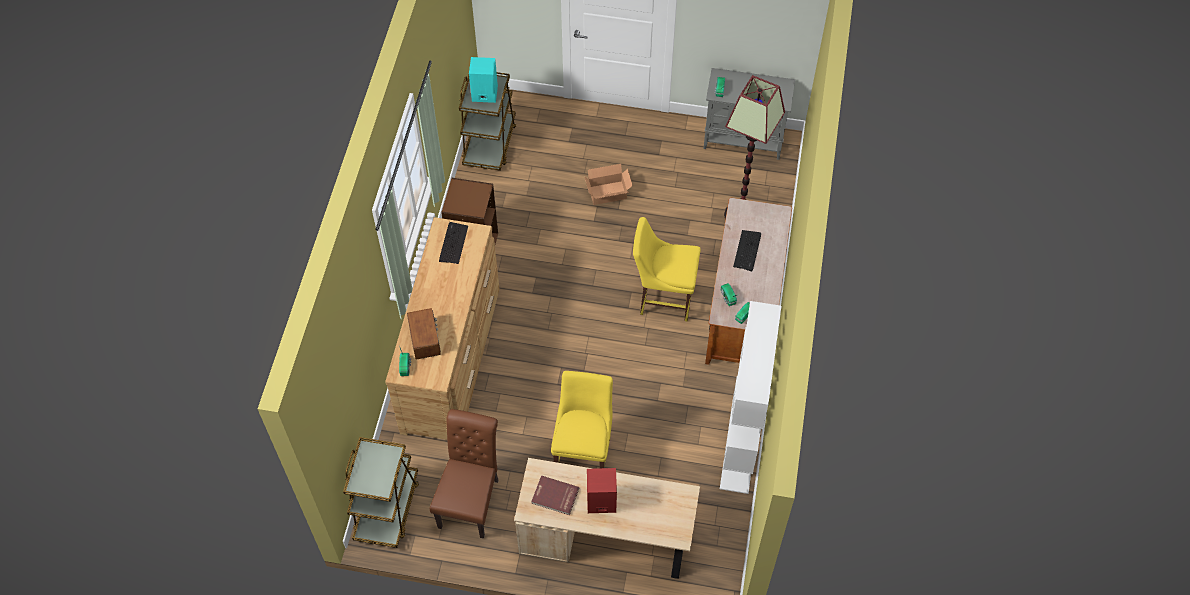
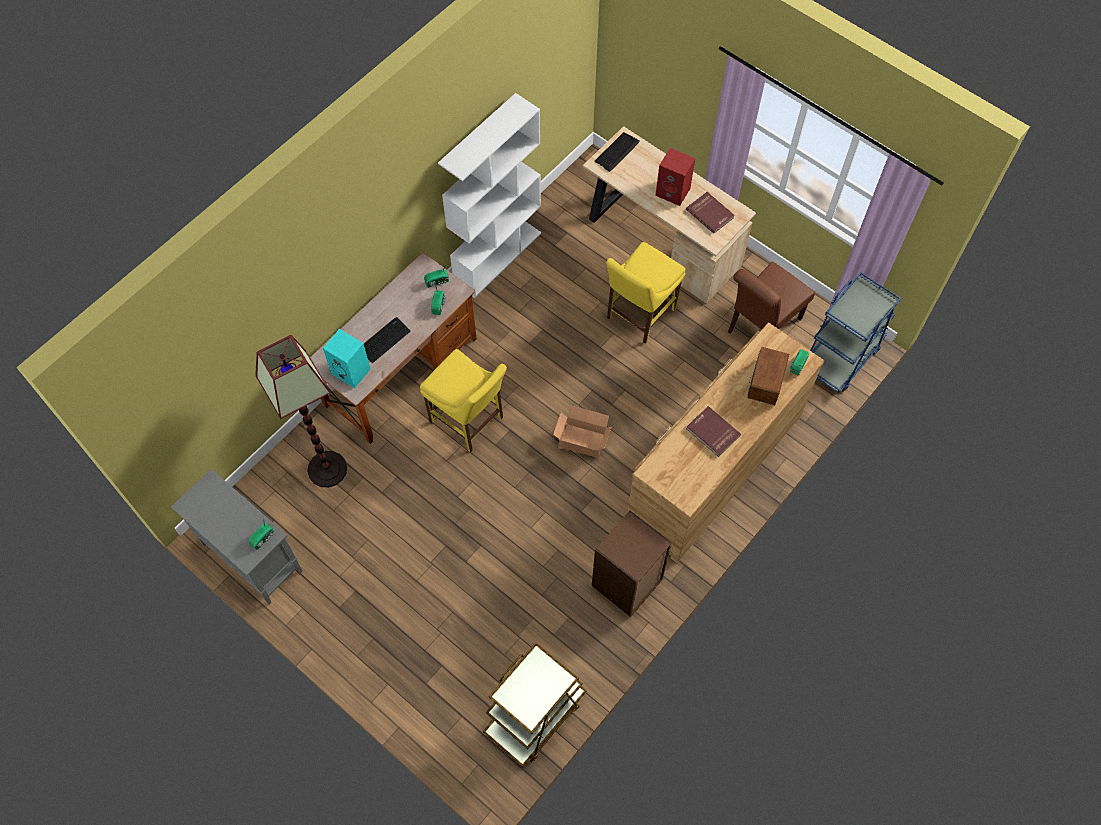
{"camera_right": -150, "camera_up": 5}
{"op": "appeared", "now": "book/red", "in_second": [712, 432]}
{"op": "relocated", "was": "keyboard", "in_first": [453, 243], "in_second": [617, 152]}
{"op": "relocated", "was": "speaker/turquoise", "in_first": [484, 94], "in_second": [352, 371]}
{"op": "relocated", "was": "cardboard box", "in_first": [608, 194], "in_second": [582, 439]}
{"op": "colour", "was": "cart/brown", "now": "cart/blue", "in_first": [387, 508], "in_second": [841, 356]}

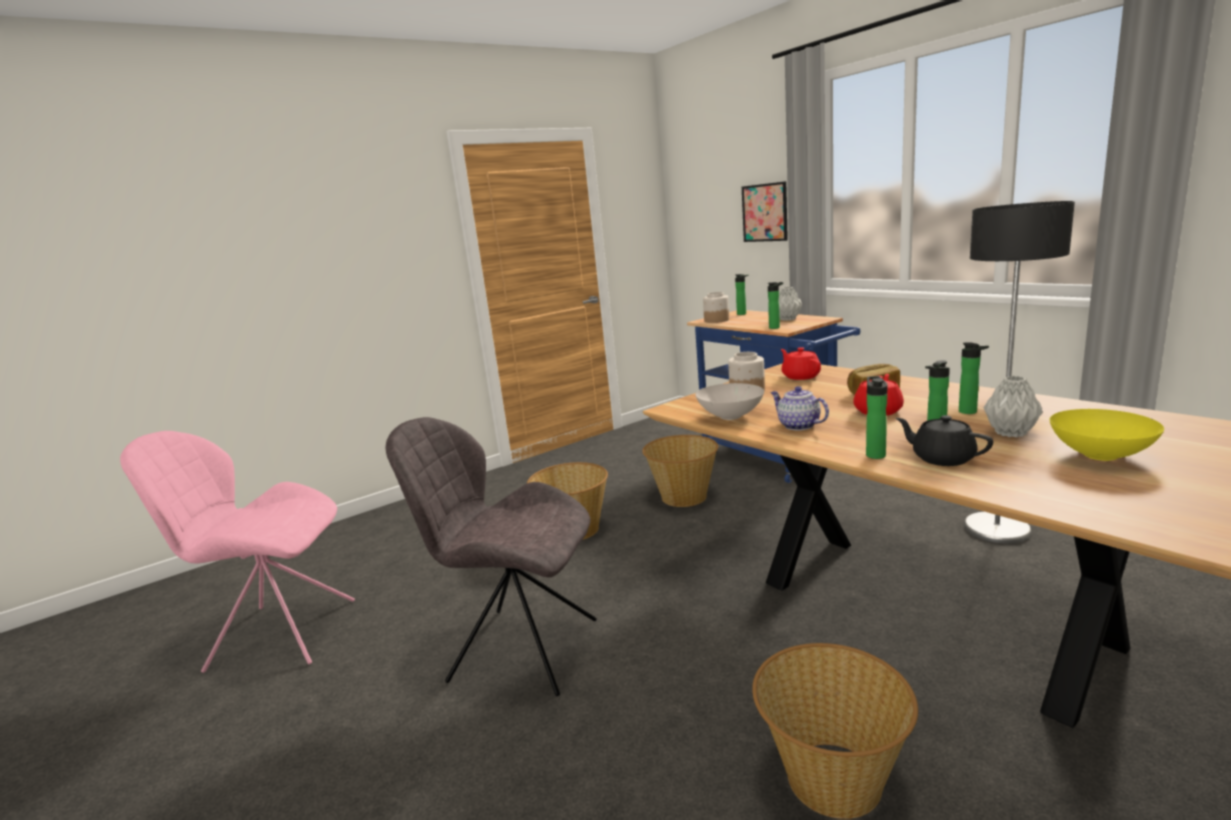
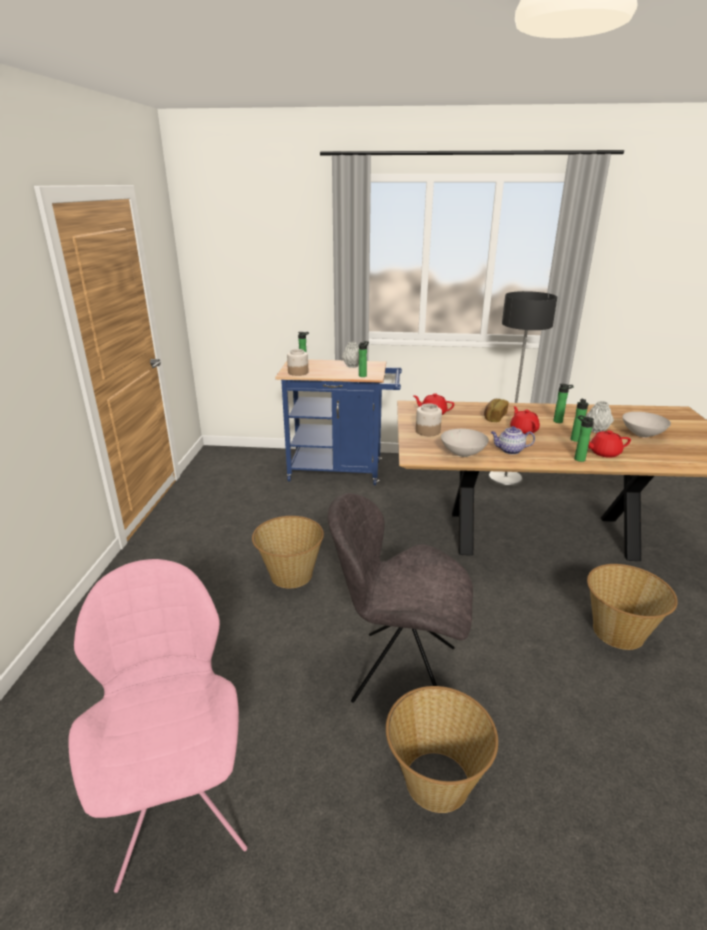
{"camera_right": -50, "camera_up": 10}
{"op": "missing", "was": "picture", "in_first": [765, 212]}
{"op": "relocated", "was": "basket", "in_first": [683, 496], "in_second": [436, 780]}
{"op": "colour", "was": "teapot/black", "now": "teapot/red", "in_first": [942, 458], "in_second": [603, 453]}
{"op": "colour", "was": "bowl/yellow", "now": "bowl/white", "in_first": [1100, 456], "in_second": [642, 435]}
{"op": "spun", "was": "chair/pink", "in_first": [278, 634], "in_second": [180, 803], "clockwise": 120}
{"op": "spun", "was": "chair/grey", "in_first": [519, 649], "in_second": [400, 672], "clockwise": 45}

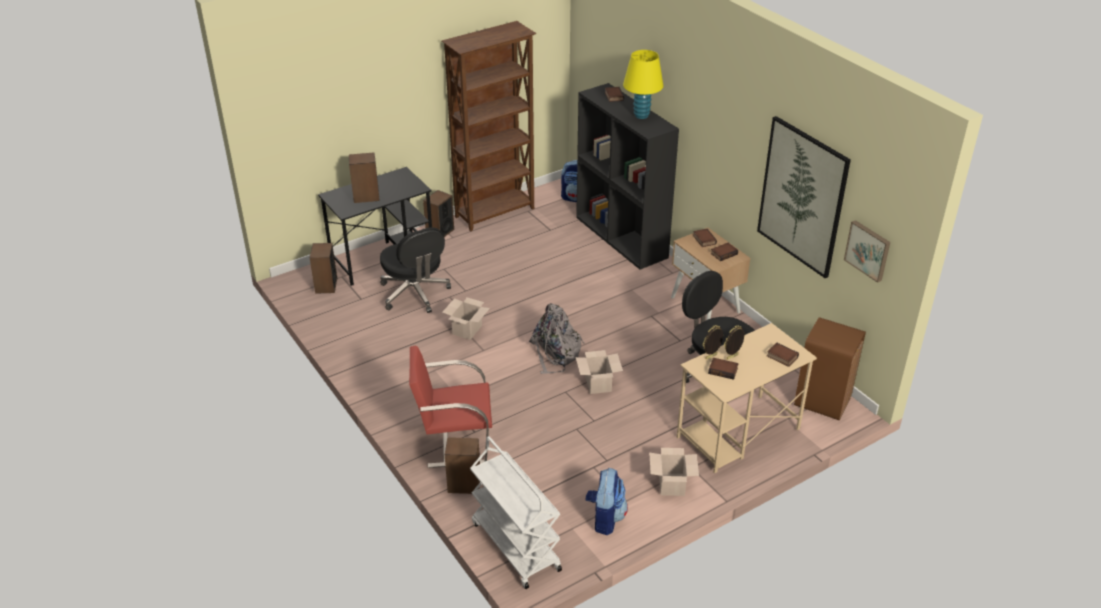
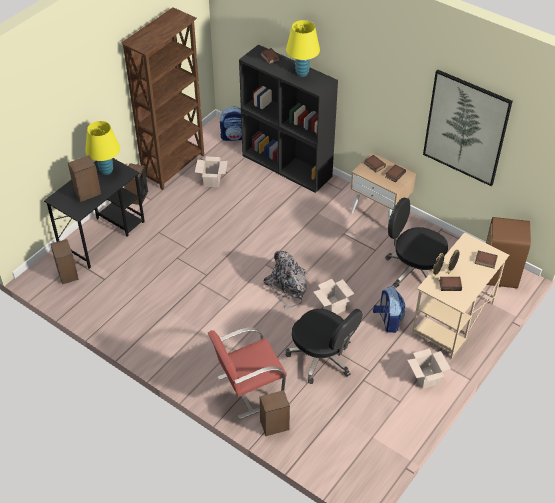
{"camera_right": -20, "camera_up": 10}
{"op": "missing", "was": "cart/white", "in_first": [515, 546]}
{"op": "missing", "was": "picture", "in_first": [868, 250]}
{"op": "appeared", "now": "table lamp/yellow", "in_second": [106, 171]}
{"op": "relocated", "was": "office chair/black", "in_first": [415, 294], "in_second": [322, 358]}
{"op": "relocated", "was": "cardboard box", "in_first": [467, 329], "in_second": [212, 180]}
{"op": "relocated", "was": "backpack", "in_first": [605, 518], "in_second": [388, 321]}

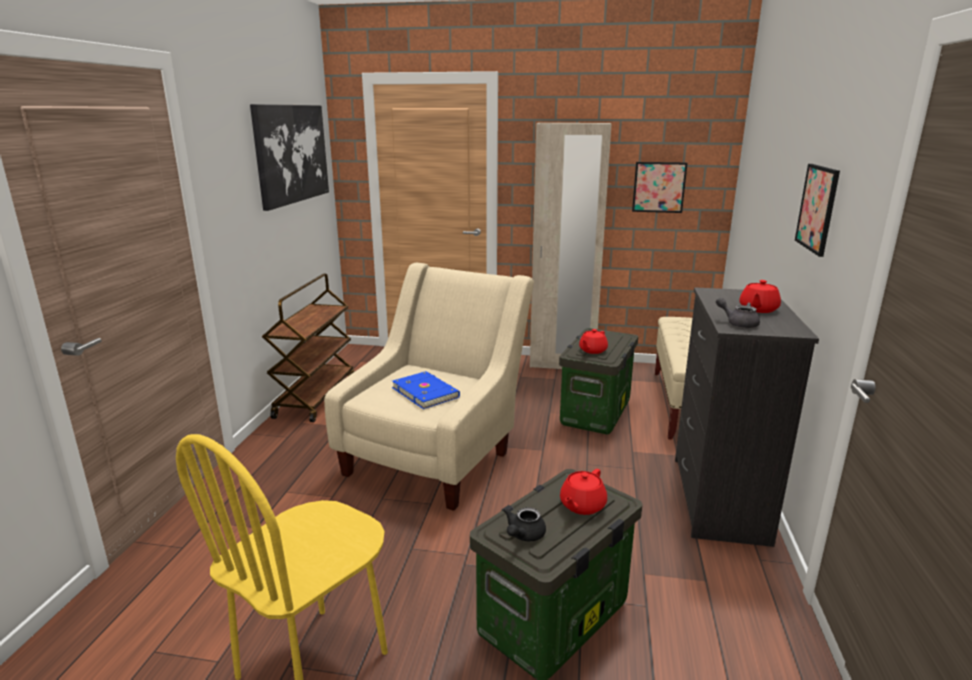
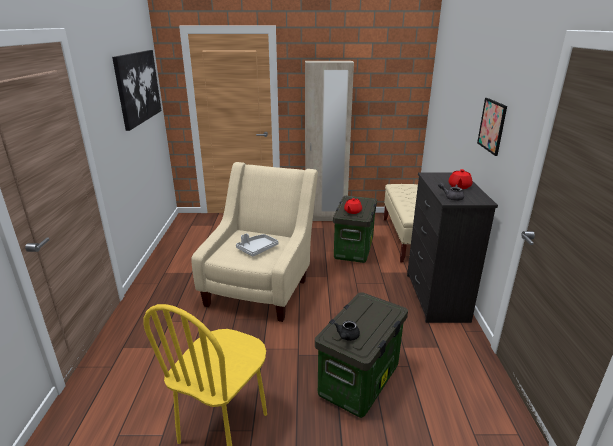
{"camera_right": -10, "camera_up": 5}
{"op": "missing", "was": "cart/brown", "in_first": [315, 397]}
{"op": "missing", "was": "teapot/red", "in_first": [582, 505]}
{"op": "missing", "was": "picture", "in_first": [659, 187]}
{"op": "exchanged", "was": "book/blue", "now": "tray/grey", "in_first": [426, 392], "in_second": [257, 249]}

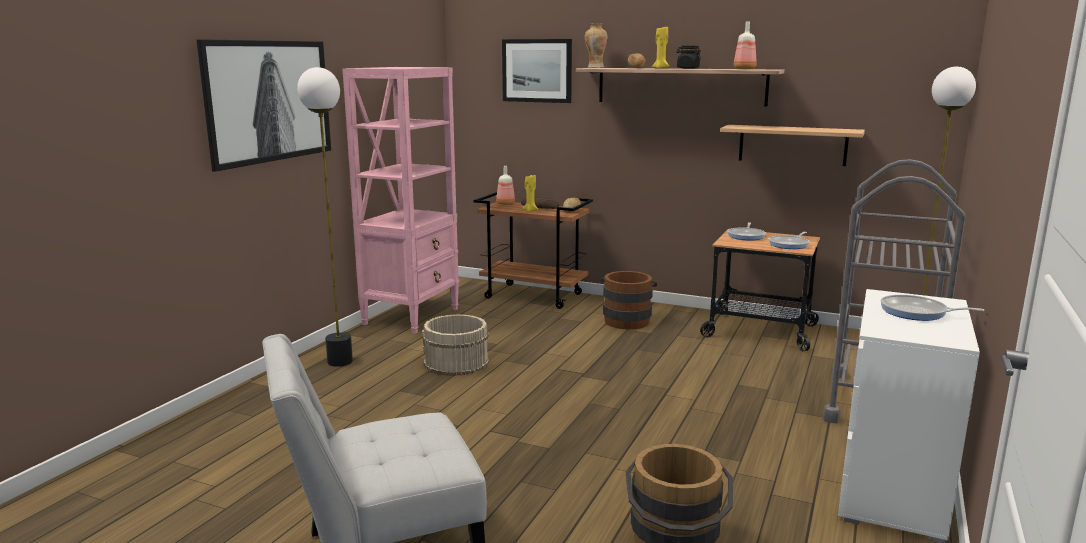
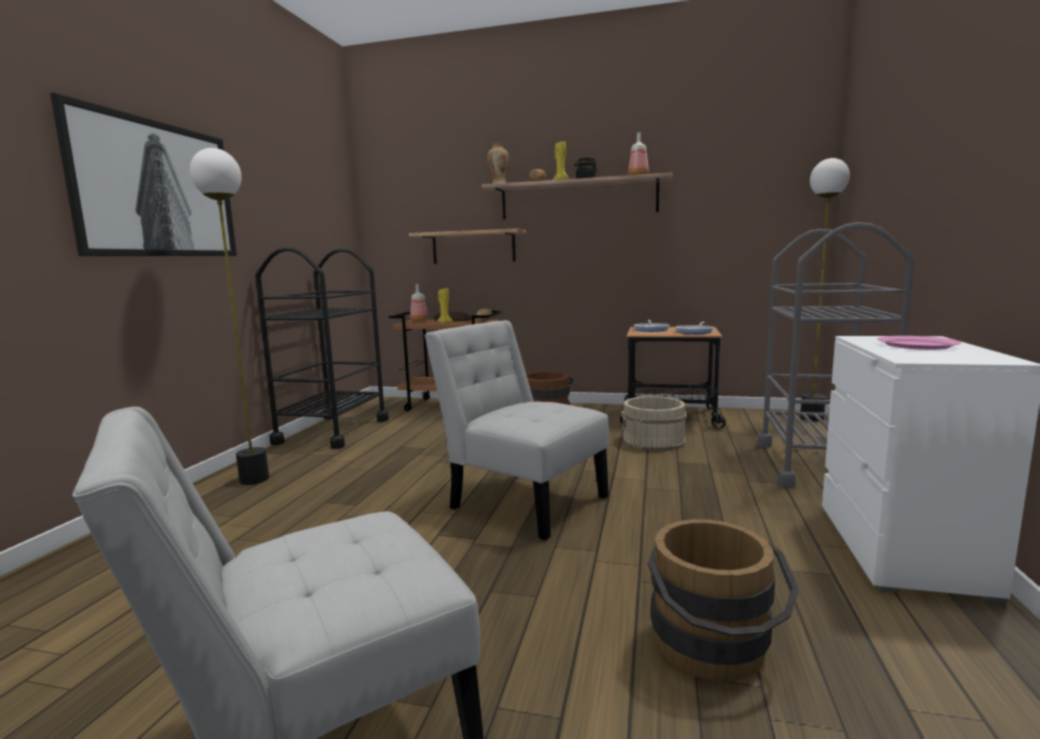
{"camera_right": -10, "camera_up": -5}
{"op": "missing", "was": "picture", "in_first": [537, 70]}
{"op": "appeared", "now": "chair/white", "in_second": [522, 500]}
{"op": "relocated", "was": "bucket/beige", "in_first": [456, 363], "in_second": [653, 441]}
{"op": "relocated", "was": "shelf", "in_first": [792, 145], "in_second": [473, 247]}
{"op": "exchanged", "was": "bookcase/pink", "now": "cart/black", "in_first": [412, 316], "in_second": [333, 431]}
{"op": "exchanged", "was": "frying pan", "now": "plate/pink", "in_first": [917, 312], "in_second": [918, 345]}

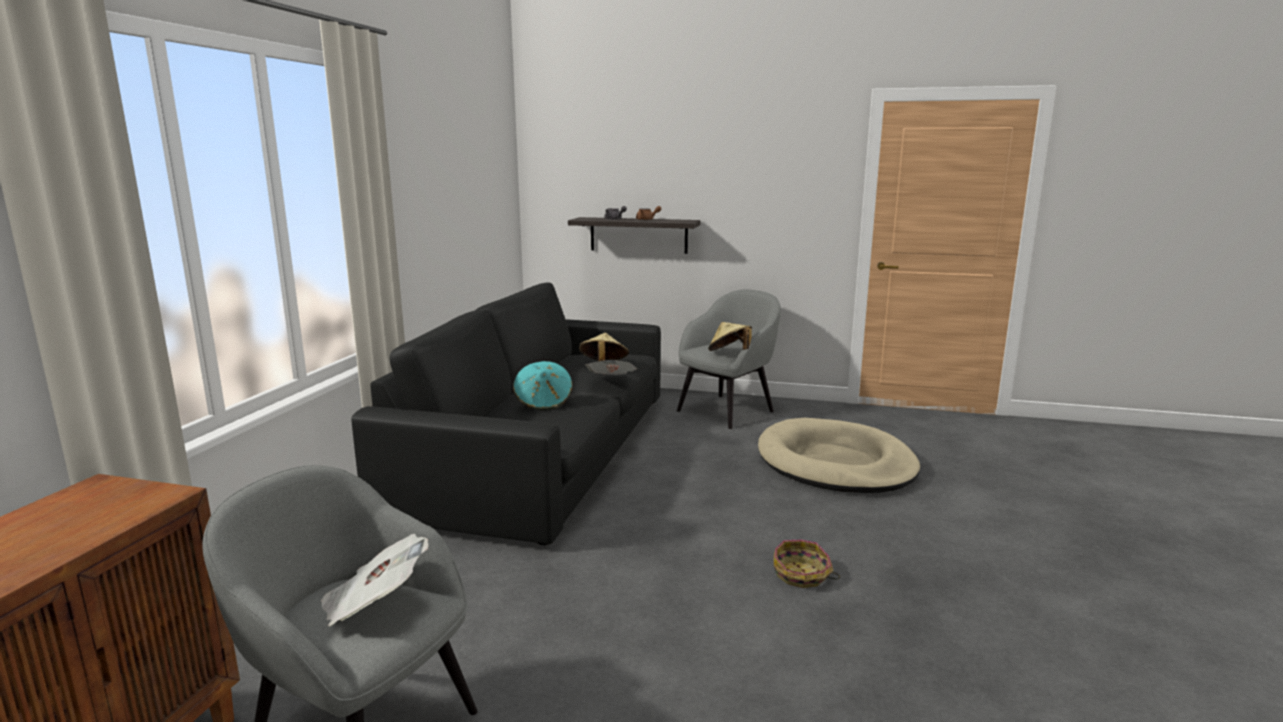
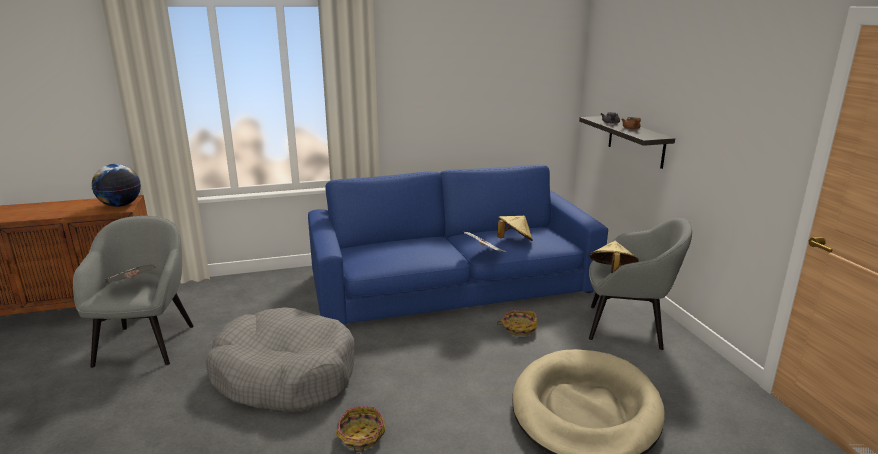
{"camera_right": 60, "camera_up": 5}
{"op": "missing", "was": "hat/turquoise", "in_first": [543, 402]}
{"op": "appeared", "now": "globe", "in_second": [120, 205]}
{"op": "appeared", "now": "dog bed/grey", "in_second": [285, 375]}
{"op": "appeared", "now": "basket", "in_second": [518, 328]}
{"op": "colour", "was": "sofa/black", "now": "sofa/blue", "in_first": [543, 451], "in_second": [452, 284]}

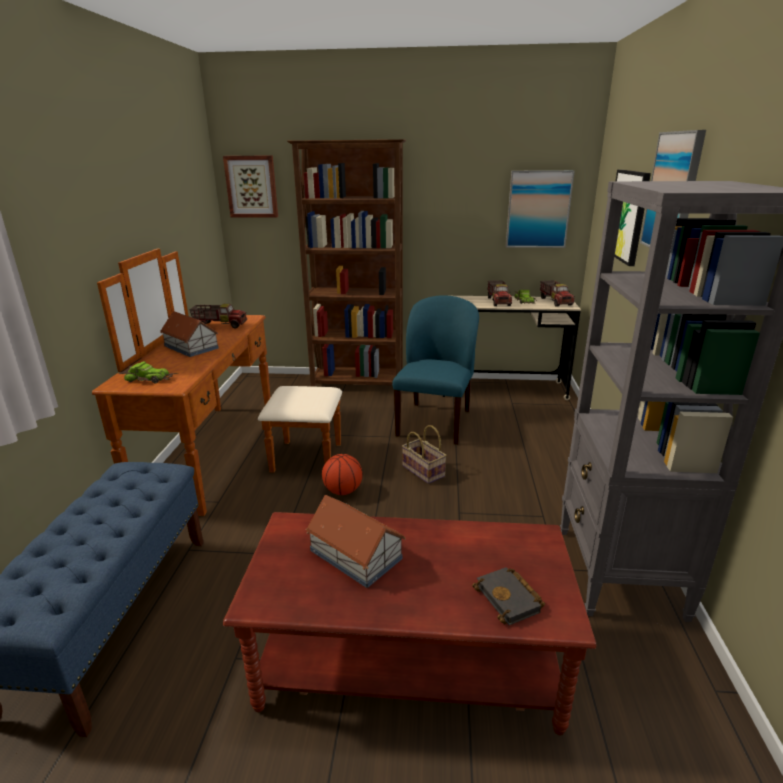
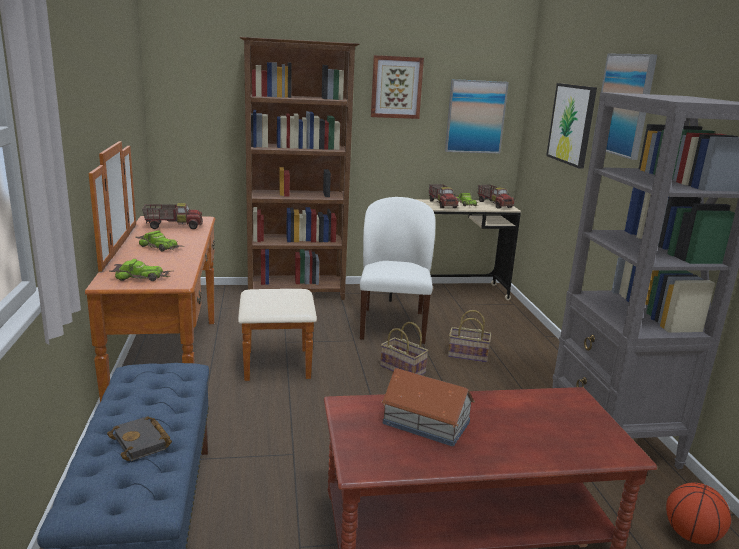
{"camera_right": -15, "camera_up": -5}
{"op": "appeared", "now": "basket", "in_second": [466, 355]}
{"op": "relocated", "was": "picture", "in_first": [252, 186], "in_second": [396, 87]}
{"op": "relocated", "was": "basketball", "in_first": [343, 491], "in_second": [691, 535]}
{"op": "relocated", "was": "book/black", "in_first": [510, 599], "in_second": [142, 442]}
{"op": "exchanged", "was": "toy house", "now": "toy car", "in_first": [191, 347], "in_second": [160, 247]}
{"op": "colour", "was": "chair/blue", "now": "chair/white", "in_first": [435, 422], "in_second": [392, 325]}

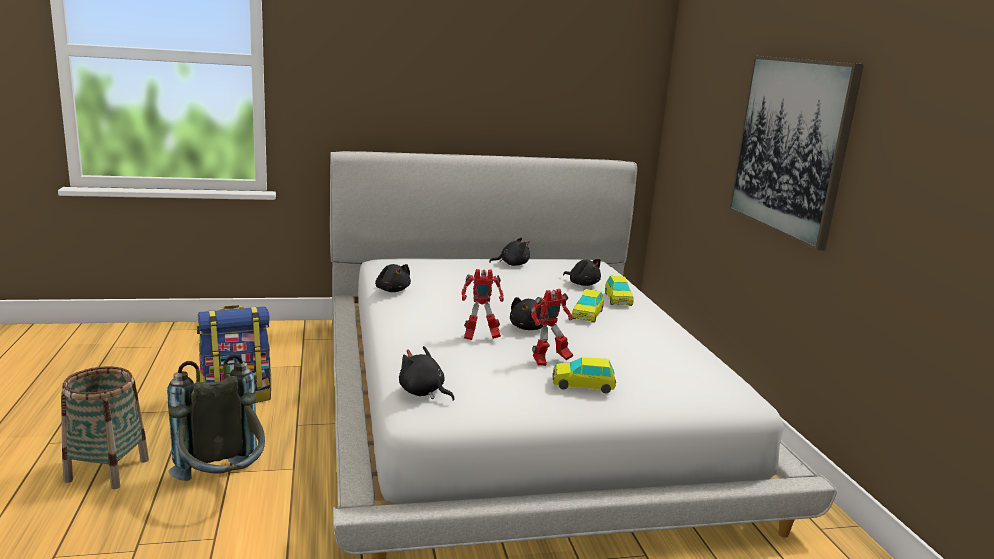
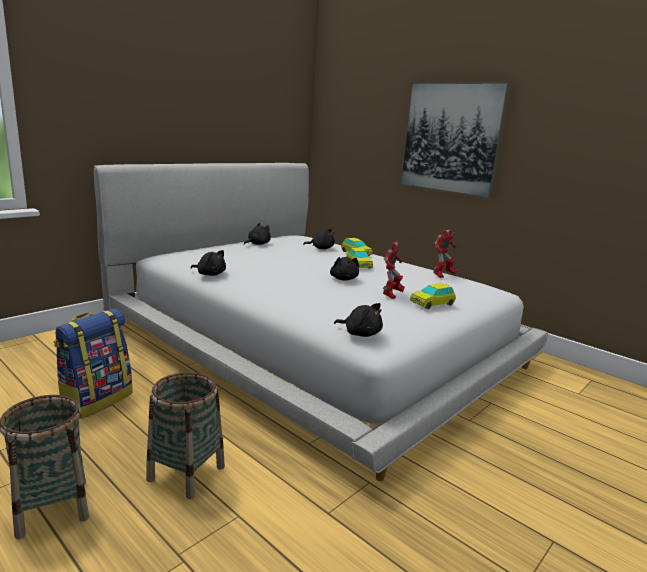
{"camera_right": -35, "camera_up": 0}
{"op": "relocated", "was": "toy robot", "in_first": [480, 338], "in_second": [443, 275]}
{"op": "exchanged", "was": "backpack/grey", "now": "basket", "in_first": [223, 485], "in_second": [186, 473]}
{"op": "spun", "was": "plush toy/black", "in_first": [423, 392], "in_second": [360, 333], "clockwise": -150}

